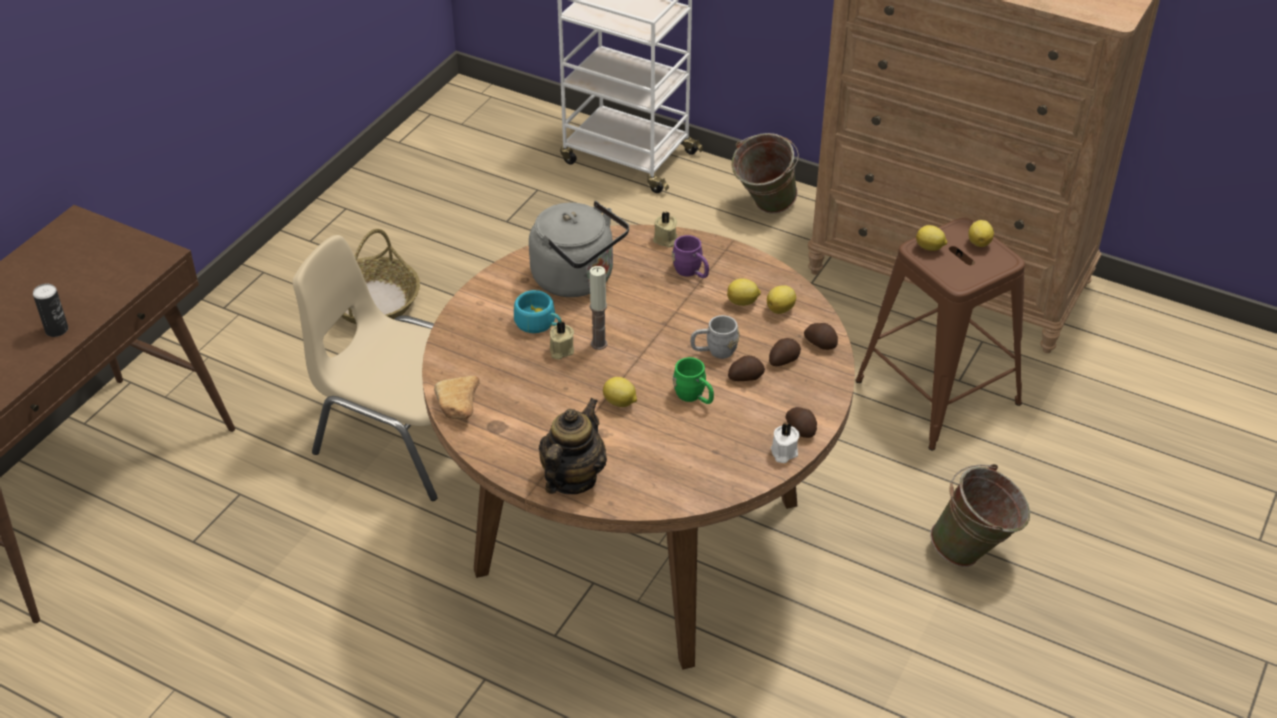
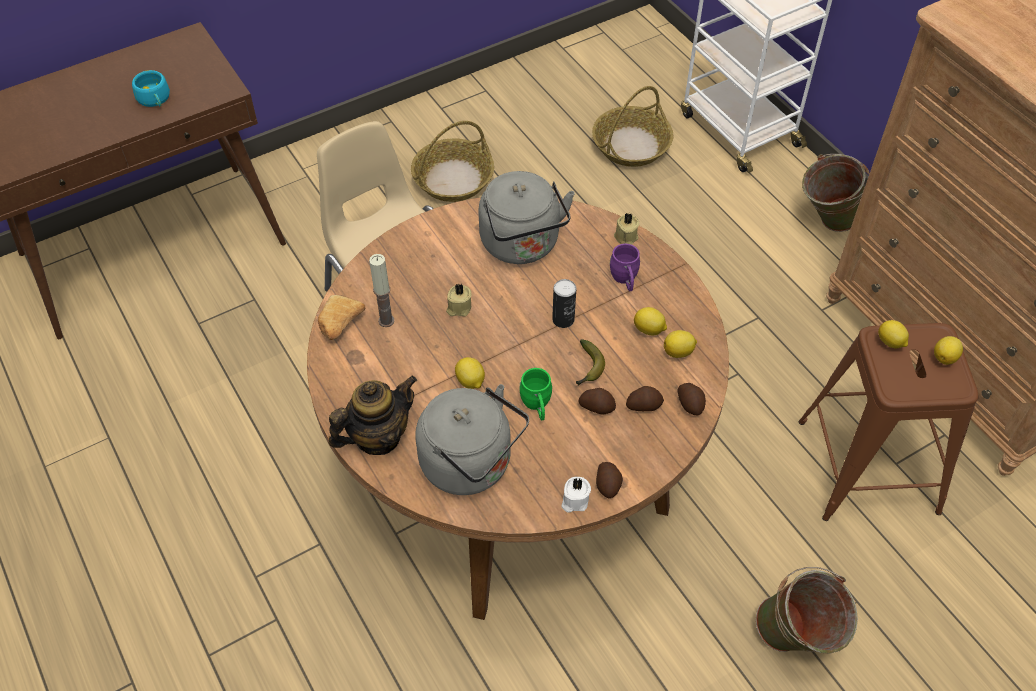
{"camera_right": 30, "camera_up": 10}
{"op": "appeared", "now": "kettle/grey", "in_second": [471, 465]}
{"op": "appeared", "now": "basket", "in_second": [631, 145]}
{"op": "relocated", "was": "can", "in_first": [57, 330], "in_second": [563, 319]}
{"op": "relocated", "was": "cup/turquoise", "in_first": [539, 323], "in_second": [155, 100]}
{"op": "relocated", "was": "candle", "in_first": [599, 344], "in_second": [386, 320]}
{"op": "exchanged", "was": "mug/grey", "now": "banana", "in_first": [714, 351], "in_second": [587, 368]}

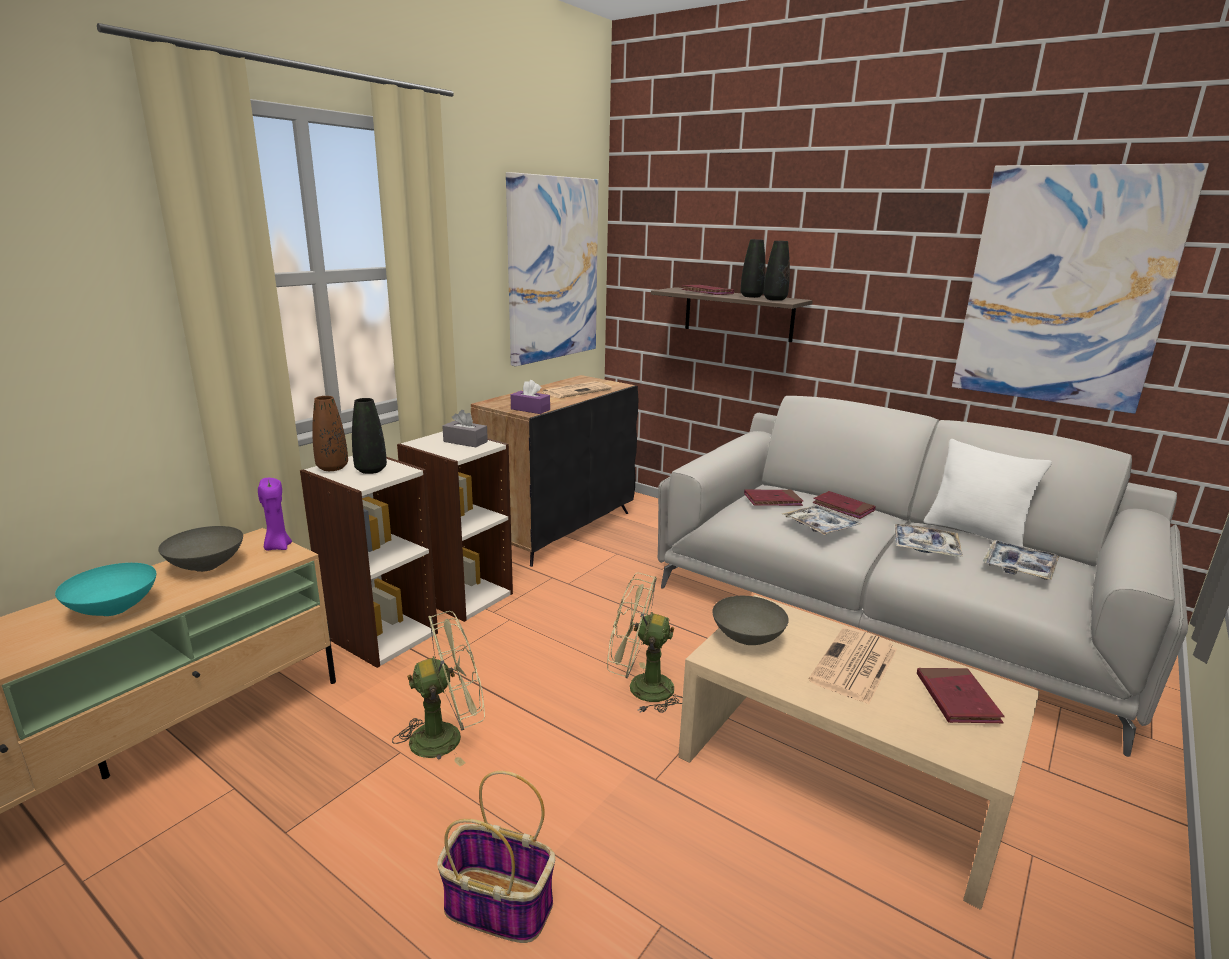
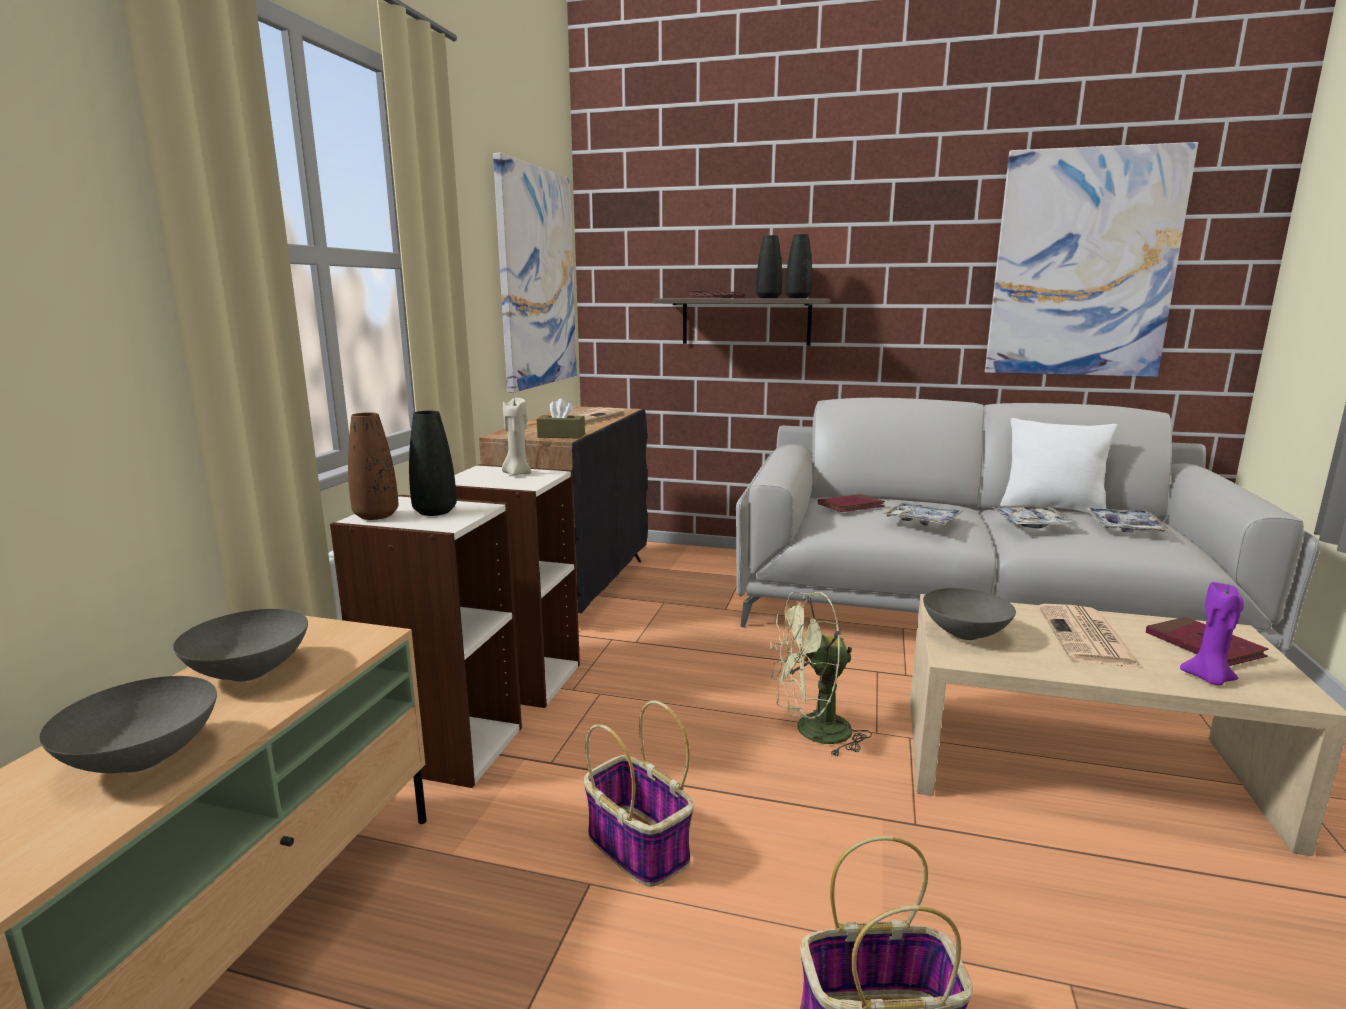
{"camera_right": -20, "camera_up": -5}
{"op": "missing", "was": "book/red", "in_first": [843, 507]}
{"op": "relocated", "was": "candle/purple", "in_first": [277, 547], "in_second": [1208, 679]}
{"op": "exchanged", "was": "fan/green", "now": "basket", "in_first": [447, 736], "in_second": [636, 846]}
{"op": "exchanged", "was": "tissue box/grey", "now": "candle/beige", "in_first": [465, 442], "in_second": [517, 473]}
{"op": "colour", "was": "bowl/turquoise", "now": "bowl/grey", "in_first": [114, 610], "in_second": [144, 759]}
{"op": "colour", "was": "tissue box/purple", "now": "tissue box/brown", "in_first": [530, 409], "in_second": [561, 436]}

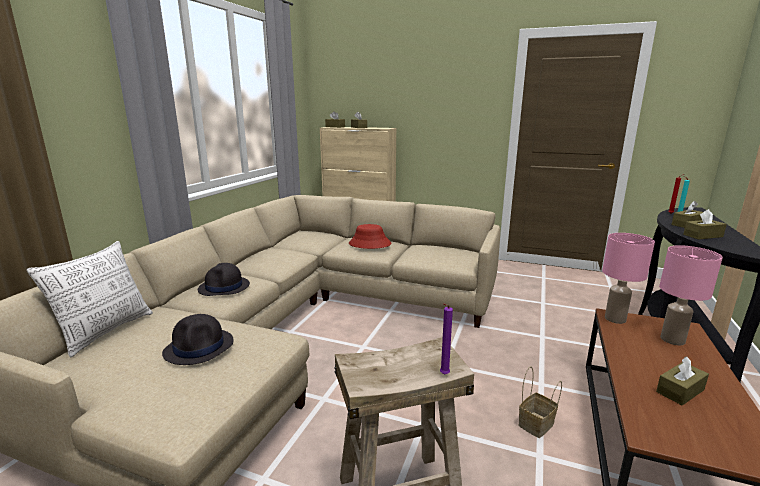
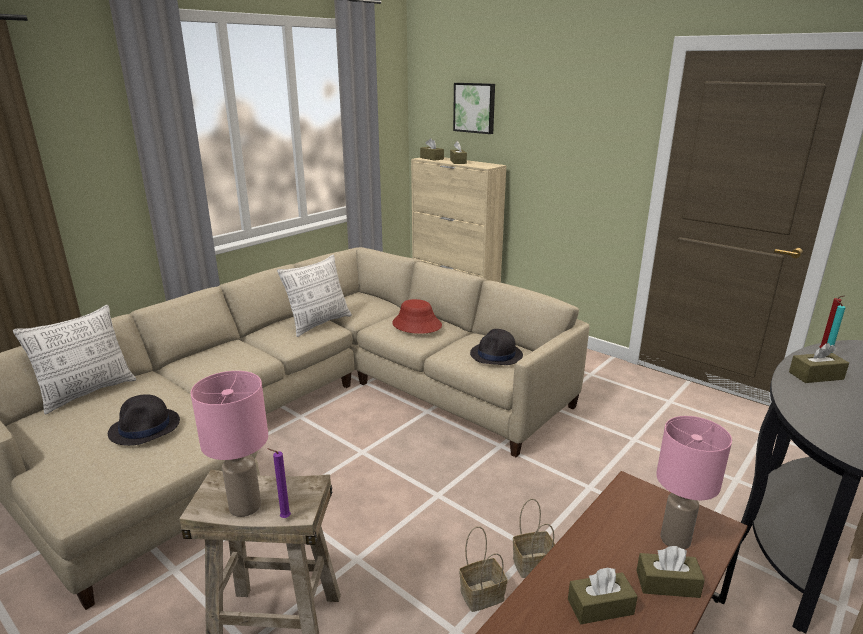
{"camera_right": 20, "camera_up": 5}
{"op": "appeared", "now": "pillow", "in_second": [319, 323]}
{"op": "appeared", "now": "picture", "in_second": [475, 108]}
{"op": "appeared", "now": "basket", "in_second": [532, 565]}
{"op": "relocated", "was": "hat/black", "in_first": [224, 287], "in_second": [496, 355]}
{"op": "relocated", "was": "table lamp/pink", "in_first": [615, 319], "in_second": [244, 506]}
{"op": "relocated", "was": "tissue box/brown", "in_first": [703, 236], "in_second": [667, 584]}

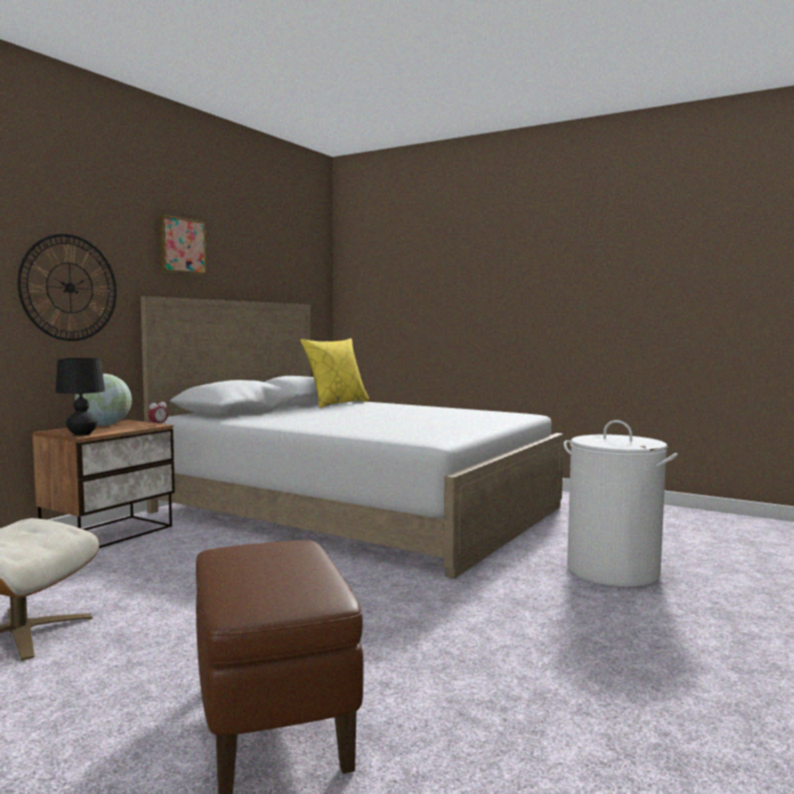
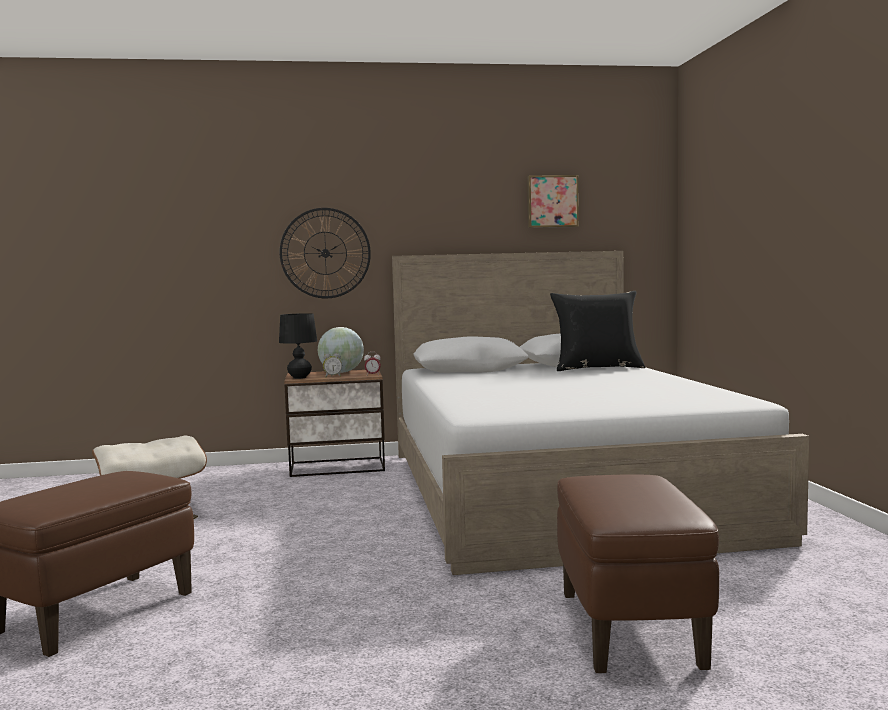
{"camera_right": 50, "camera_up": 0}
{"op": "appeared", "now": "alarm clock", "in_second": [332, 376]}
{"op": "relocated", "was": "picture", "in_first": [180, 245], "in_second": [552, 201]}
{"op": "exchanged", "was": "laundry basket/white", "now": "ottoman/brown", "in_first": [613, 570], "in_second": [629, 629]}
{"op": "colour", "was": "pillow/yellow", "now": "pillow/black", "in_first": [336, 403], "in_second": [597, 368]}

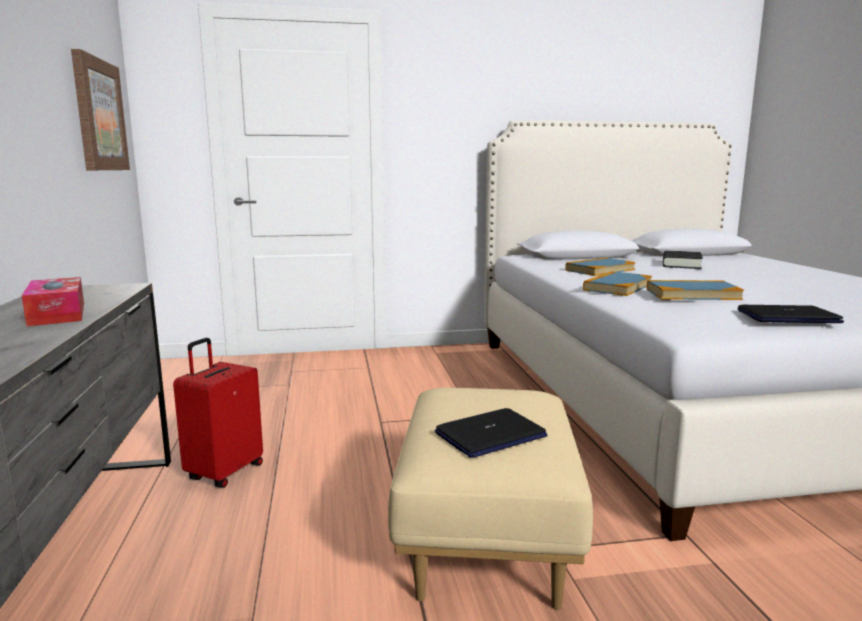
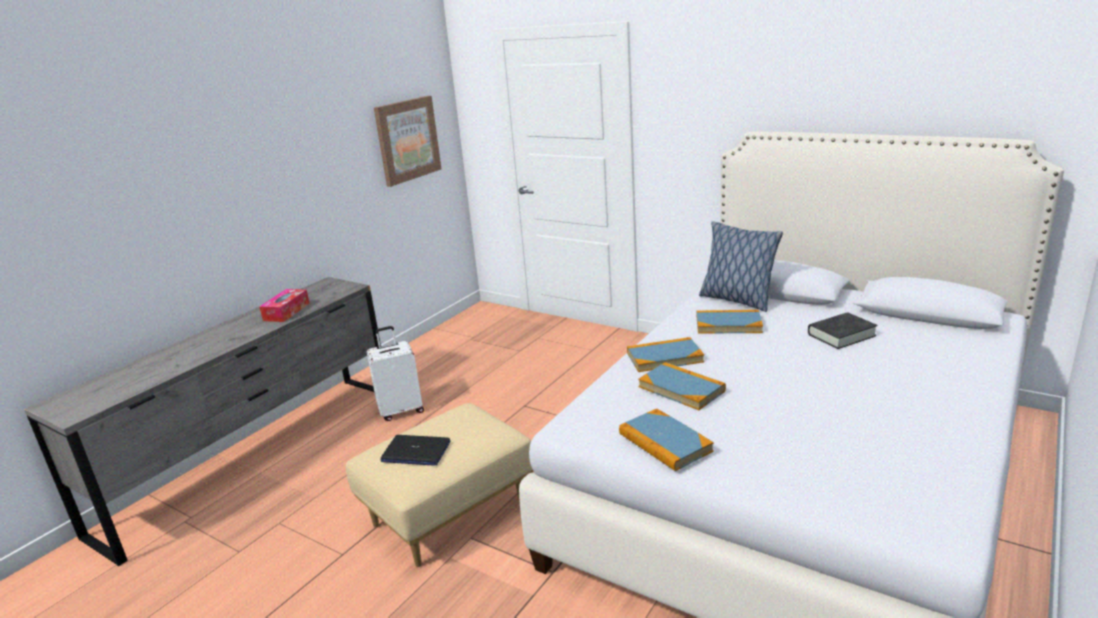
{"camera_right": 45, "camera_up": 10}
{"op": "appeared", "now": "pillow", "in_second": [736, 300]}
{"op": "exchanged", "was": "laptop", "now": "book", "in_first": [787, 316], "in_second": [665, 442]}
{"op": "colour", "was": "suitcase/red", "now": "suitcase/white", "in_first": [224, 472], "in_second": [401, 410]}

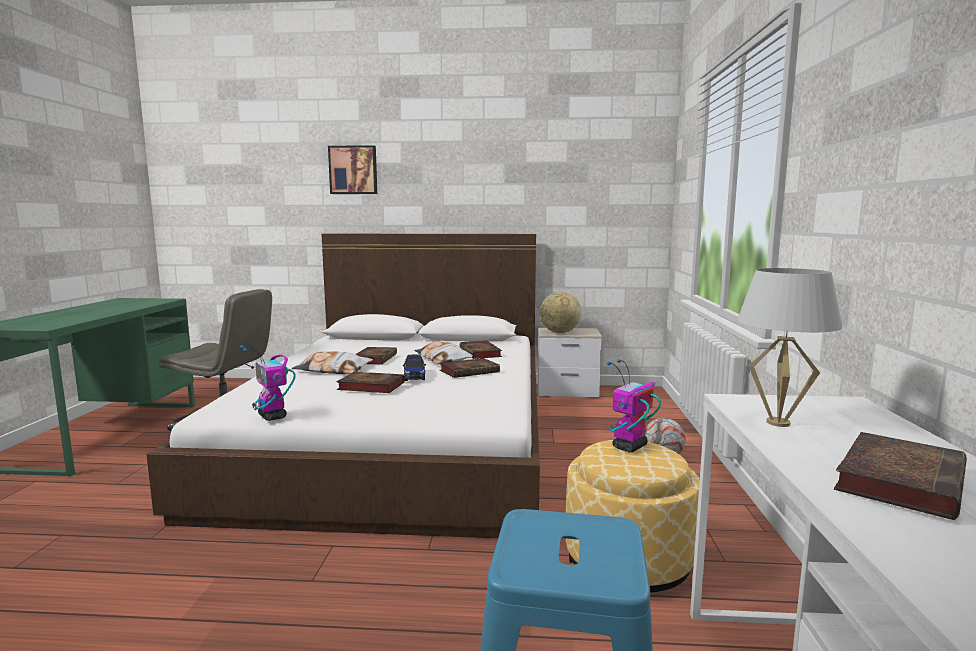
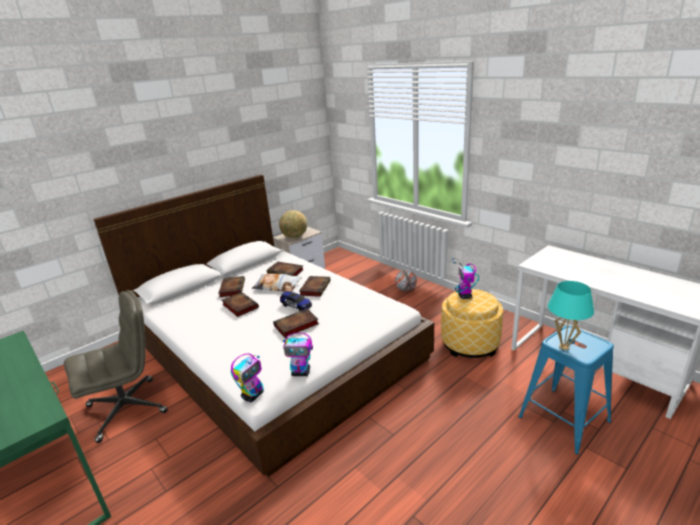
{"camera_right": -45, "camera_up": 15}
{"op": "missing", "was": "pillow", "in_first": [333, 370]}
{"op": "missing", "was": "picture", "in_first": [353, 170]}
{"op": "missing", "was": "table lamp/white", "in_first": [778, 423]}
{"op": "appeared", "now": "toy robot", "in_second": [253, 395]}
{"op": "appeared", "now": "table lamp/turquoise", "in_second": [564, 347]}
{"op": "relocated", "was": "book", "in_first": [899, 479], "in_second": [232, 288]}

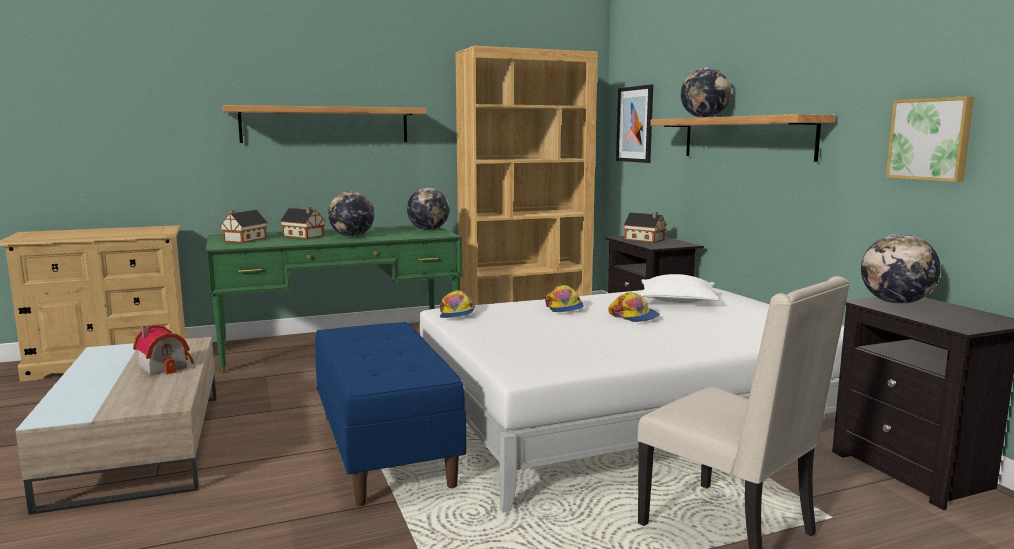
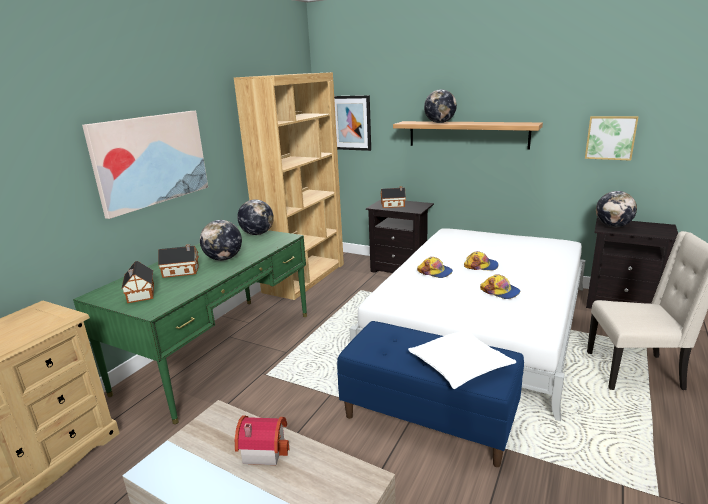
{"camera_right": -40, "camera_up": 10}
{"op": "relocated", "was": "cap", "in_first": [456, 313], "in_second": [500, 291]}
{"op": "relocated", "was": "pillow/white", "in_first": [677, 300], "in_second": [460, 365]}
{"op": "exchanged", "was": "shelf", "now": "picture", "in_first": [325, 125], "in_second": [151, 160]}

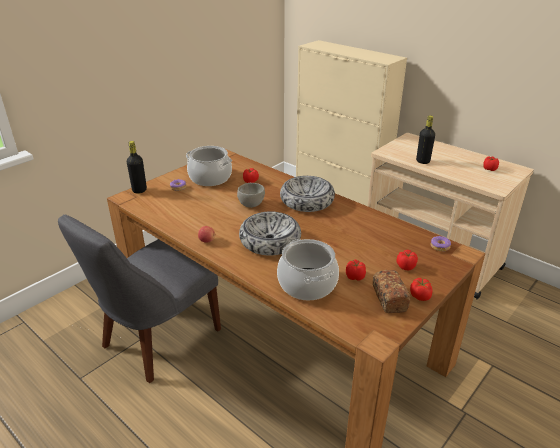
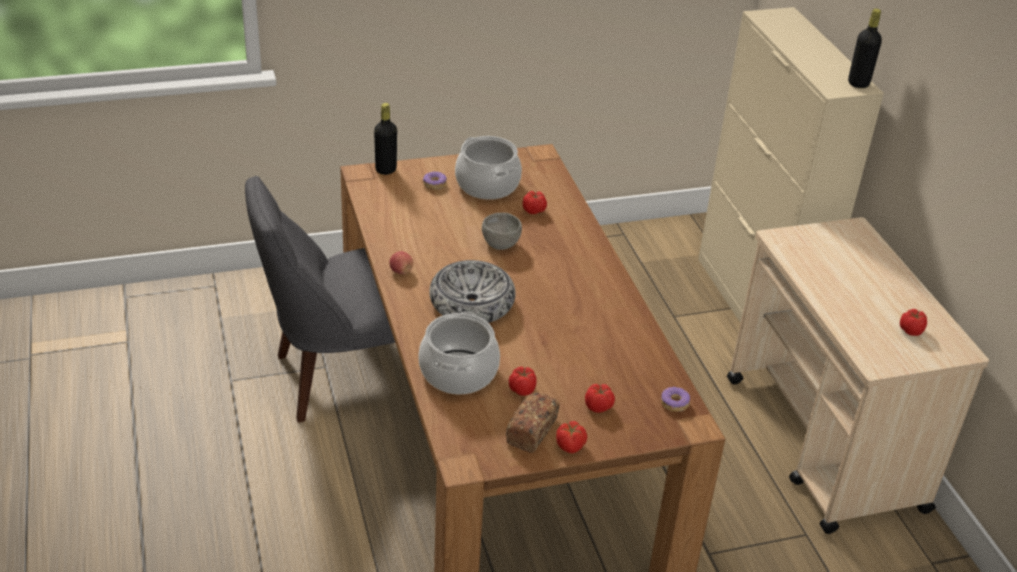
{"camera_right": 30, "camera_up": 5}
{"op": "missing", "was": "bowl", "in_first": [307, 201]}
{"op": "relocated", "was": "bottle/black", "in_first": [423, 161], "in_second": [858, 83]}

